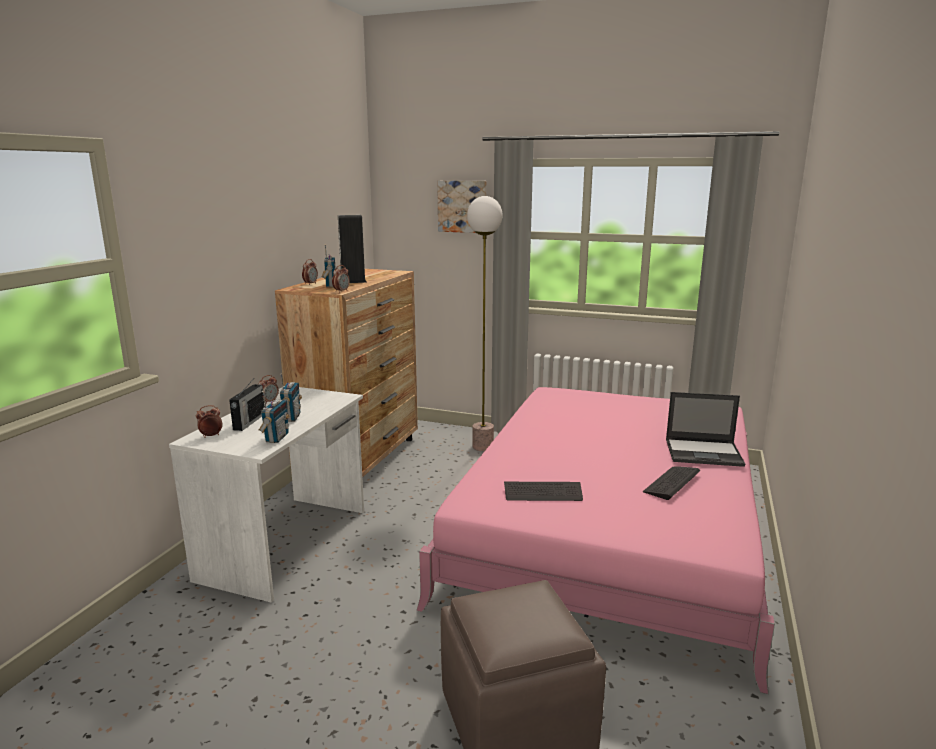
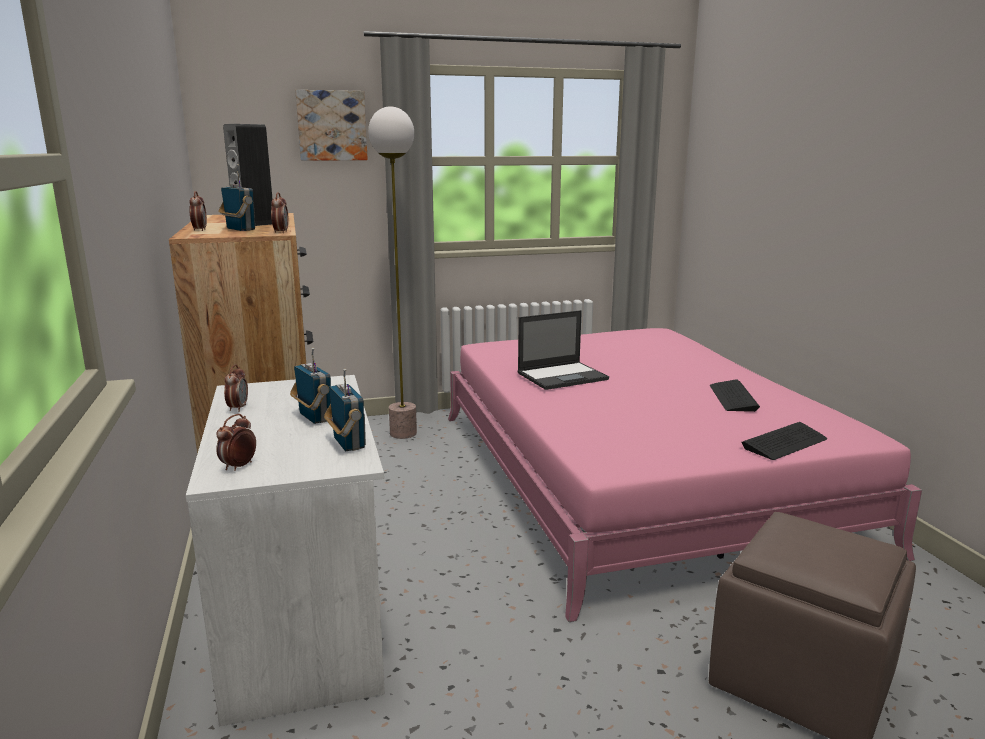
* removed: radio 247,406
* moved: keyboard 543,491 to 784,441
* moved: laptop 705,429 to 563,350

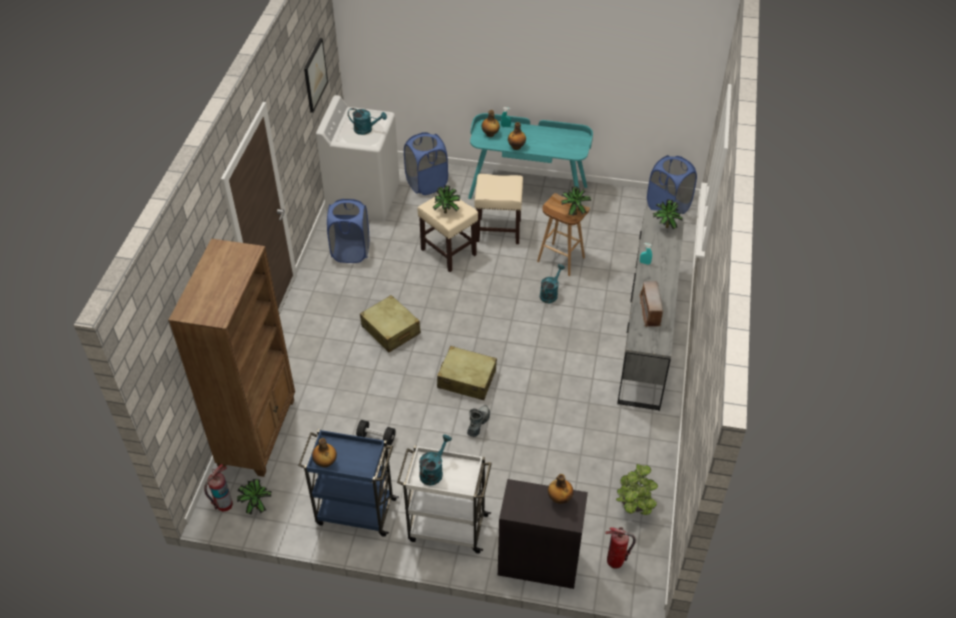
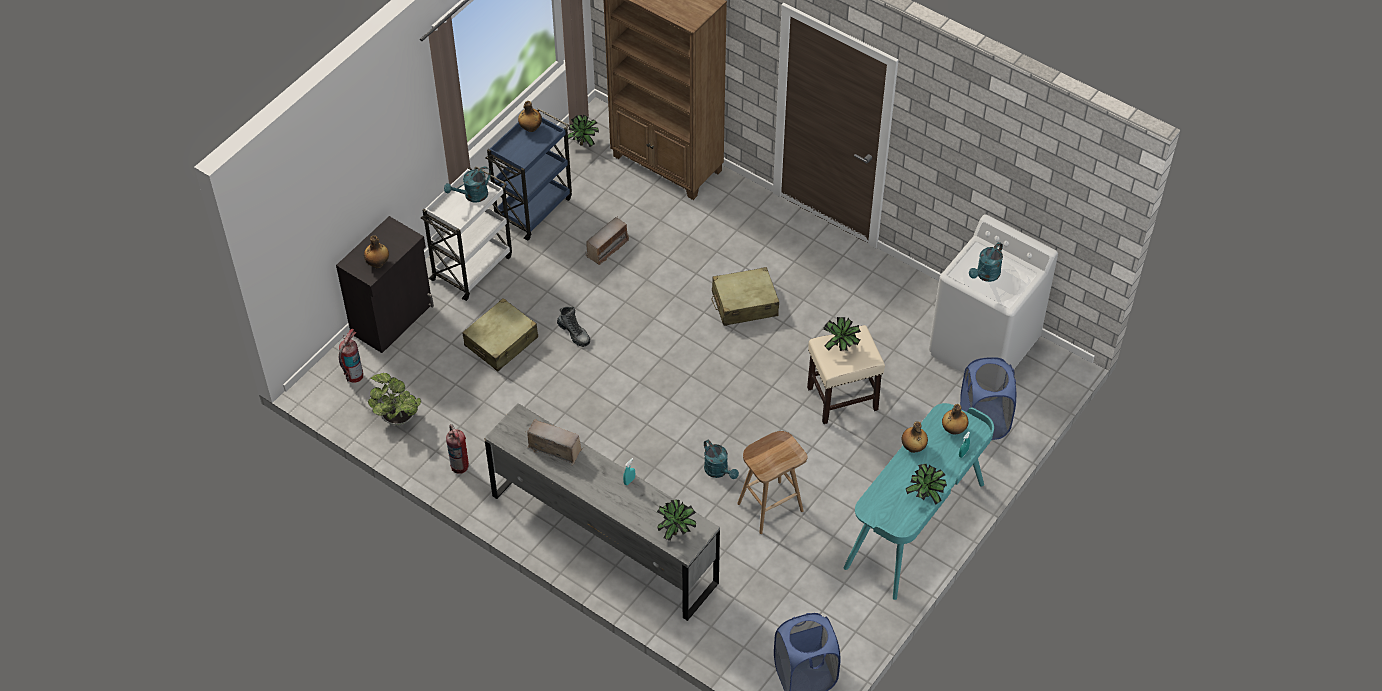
* removed: picture 316,75
* removed: blue laundry basket 348,231
* removed: beige stool 499,209
* moved: fire extinguisher 218,487 to 457,449
* moved: beige suitcase 467,373 to 500,334
* moved: potted plant 576,201 to 926,484
* replaced: black dumbbell 375,432 to radio 607,240
* turned: turquoise watering can 435,460 = 467,185 90 degrees clockwise

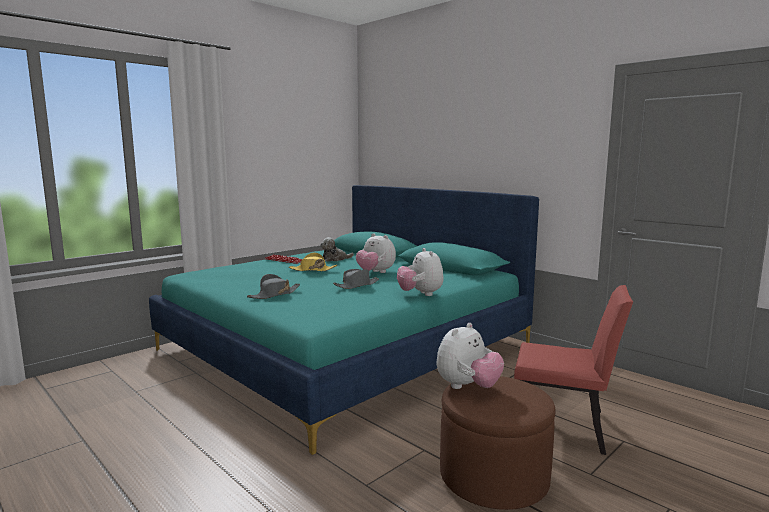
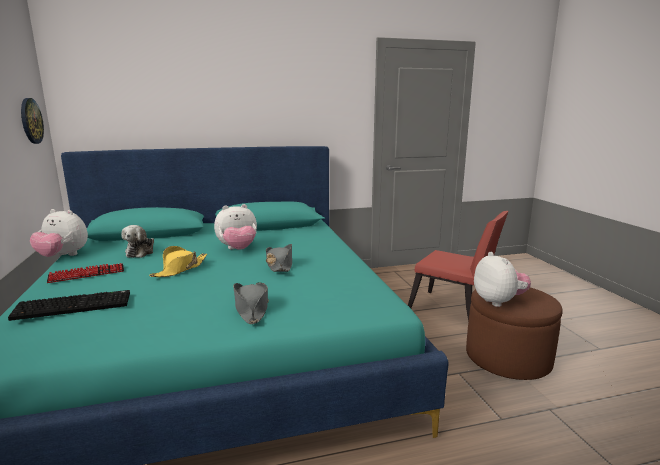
* added: keyboard 69,305
* added: wall clock 32,121
* moved: plush toy 420,272 to 59,233
* turned: red chair 573,370 = 458,266 75 degrees clockwise

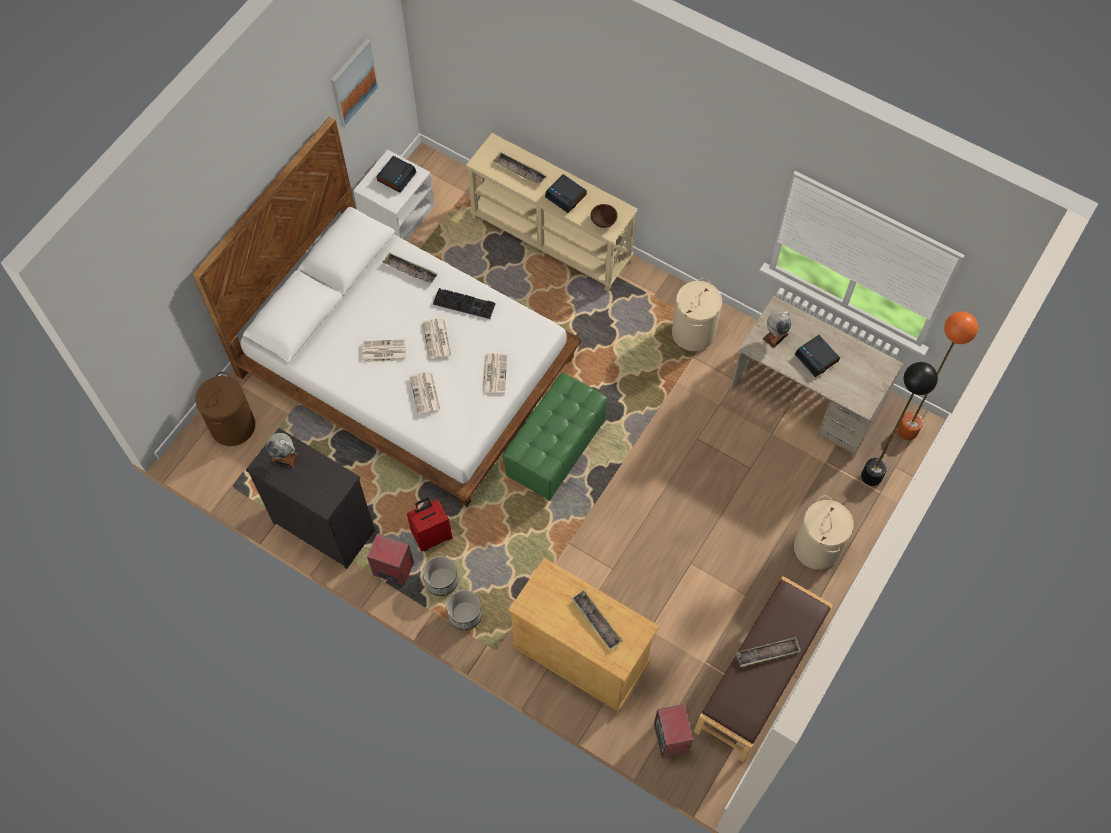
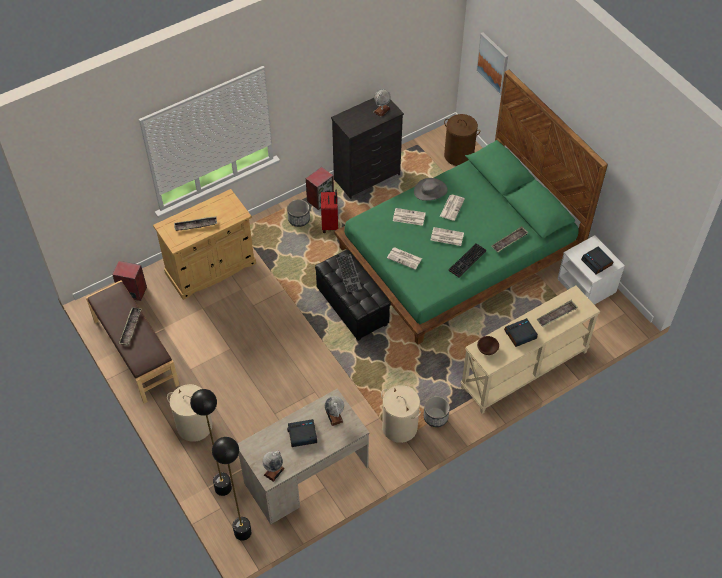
* added: globe 273,466
* added: keyboard 349,273
* added: grey hat 431,189
* moved: picture 355,83 to 492,63
* moved: planter 464,610 to 437,411
* recoloured: white bed 386,312 to green bed 471,207
* recoloured: green ottoman 555,436 to black ottoman 353,295
* recoloured: orange floor lamp 937,376 to black floor lamp 232,489

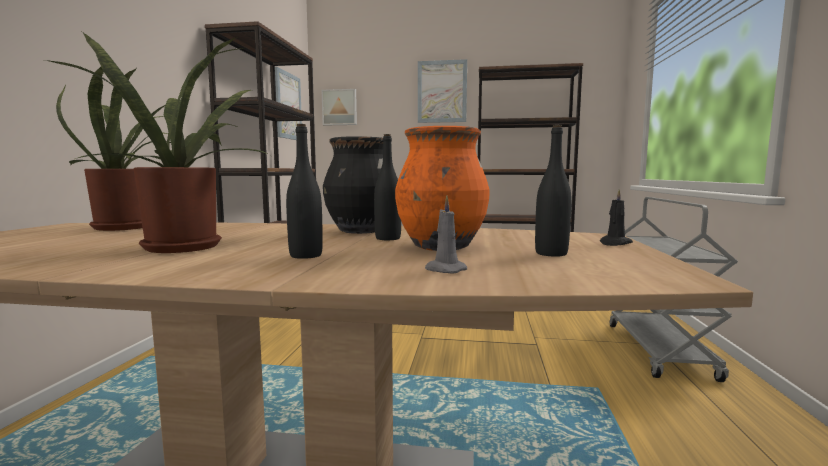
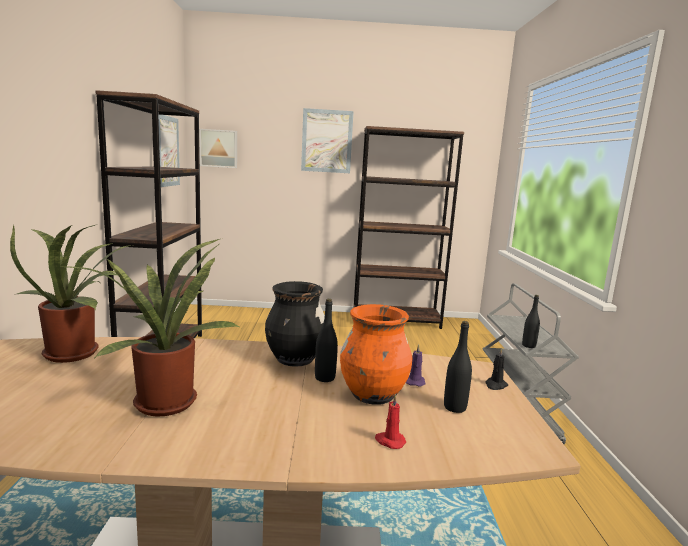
* added: purple candle 416,365
* moved: black bottle 304,191 to 531,321
* recoloured: grey candle 446,234 to red candle 390,421

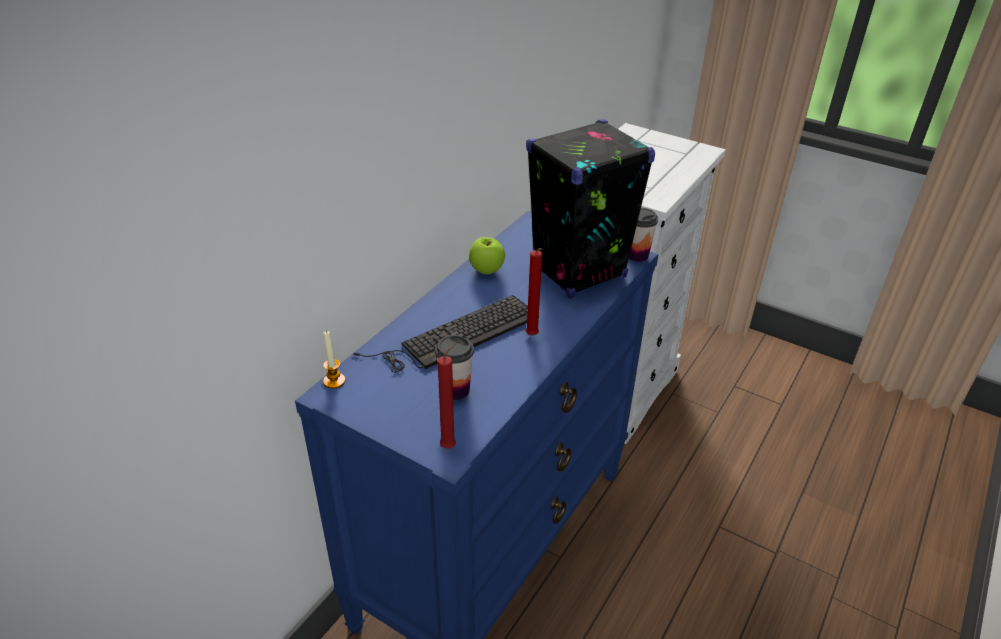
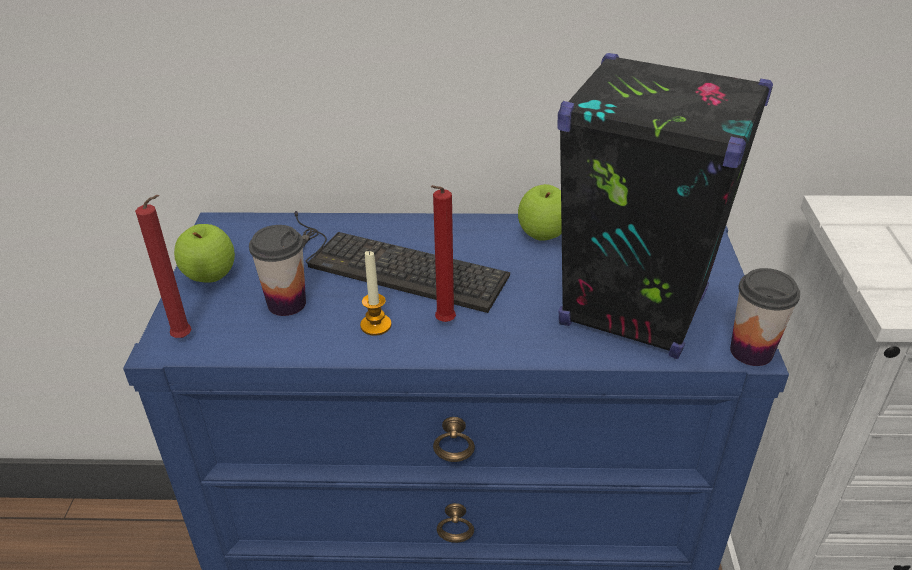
* added: apple 204,253
* moved: candle 334,359 to 376,293

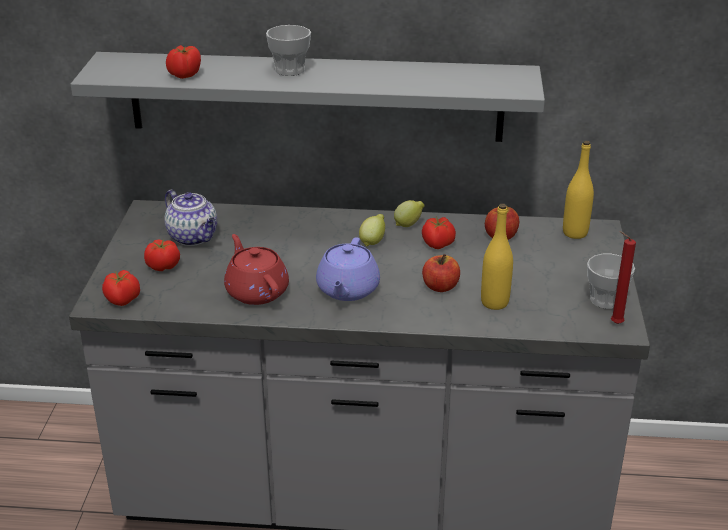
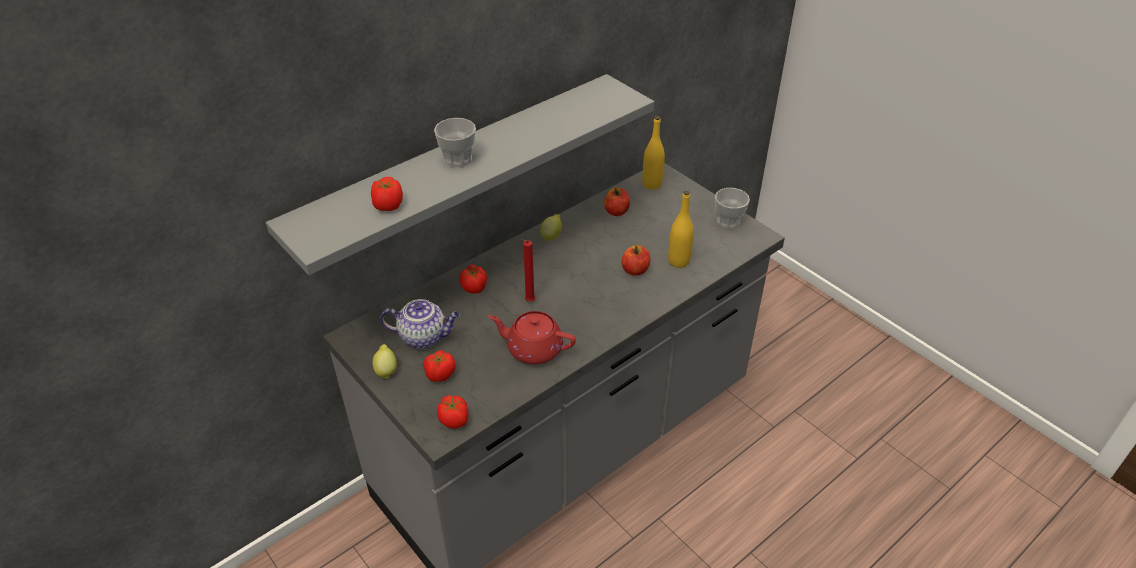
* removed: purple teapot 348,269
* moved: lemon 372,230 to 385,361
* moved: tomato 439,233 to 473,279
* moved: red candle 623,277 to 527,270

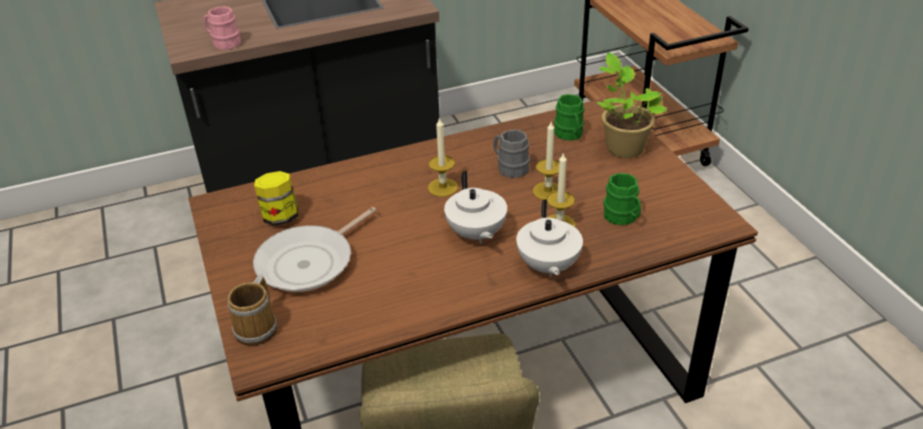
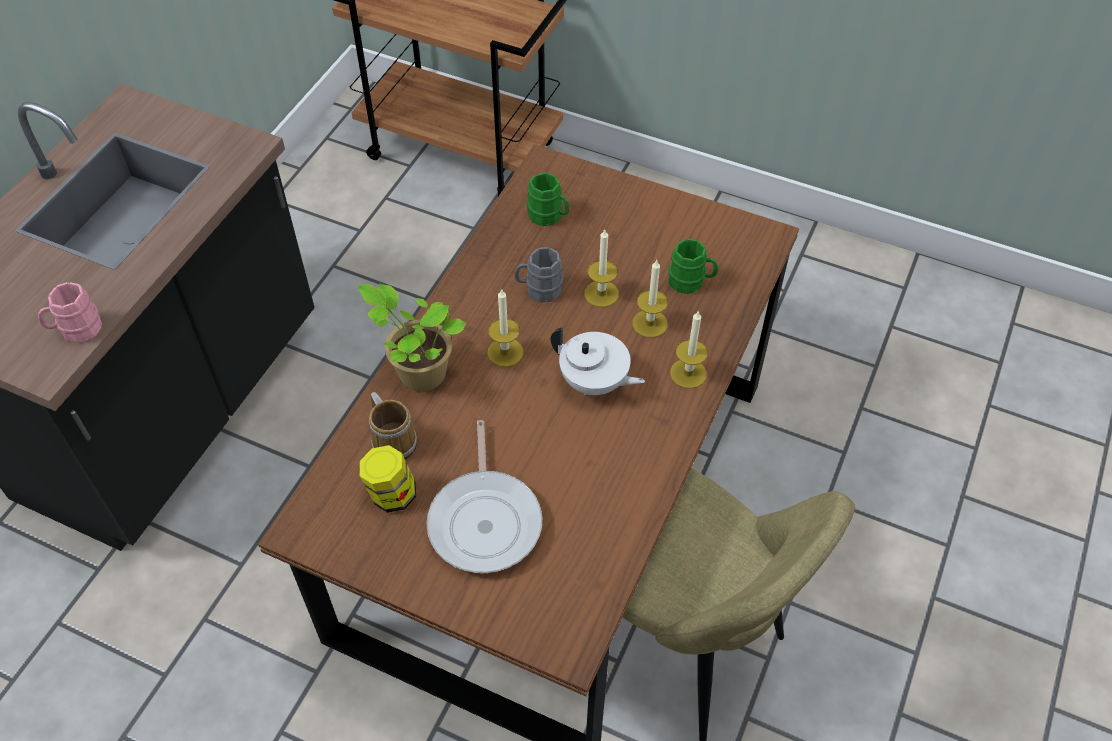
* moved: mug 252,310 to 393,426
* moved: potted plant 632,105 to 412,338
* replaced: white teapot 549,238 to candle 689,350

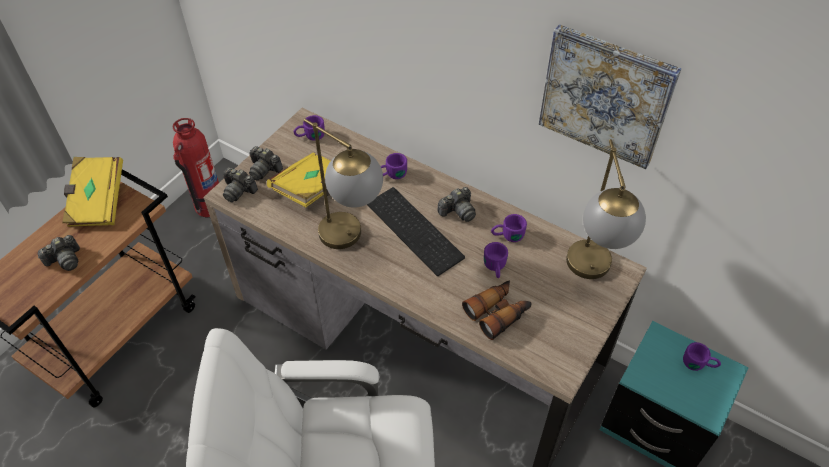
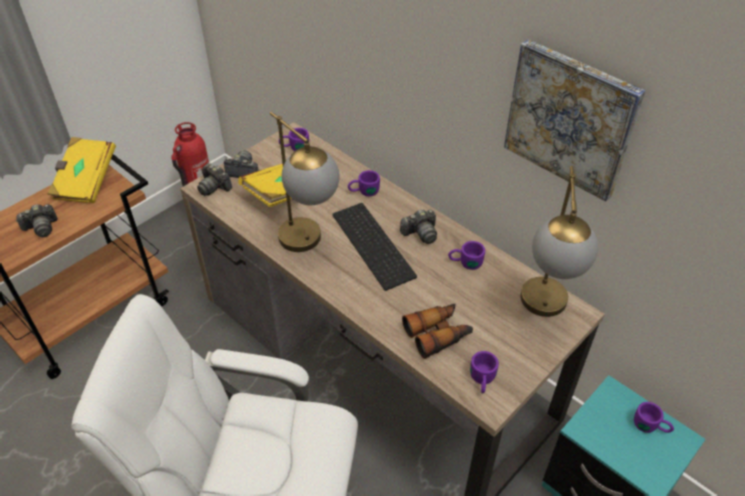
* moved: purple mug 496,260 to 484,372
* turned: photo camera 266,163 = 241,164 150 degrees clockwise

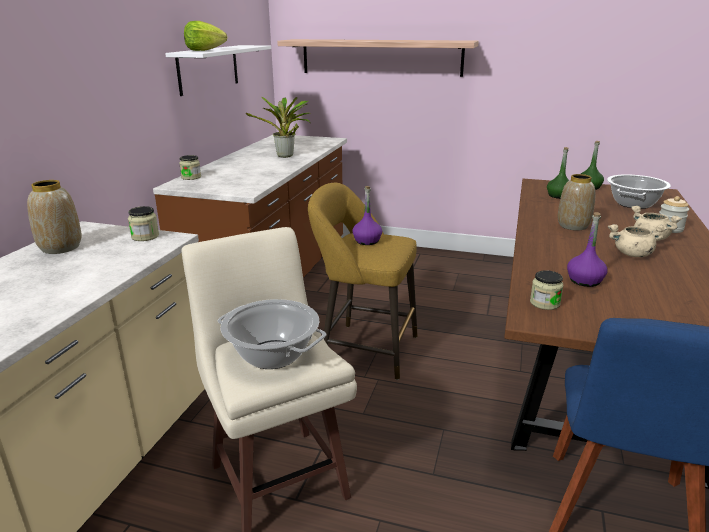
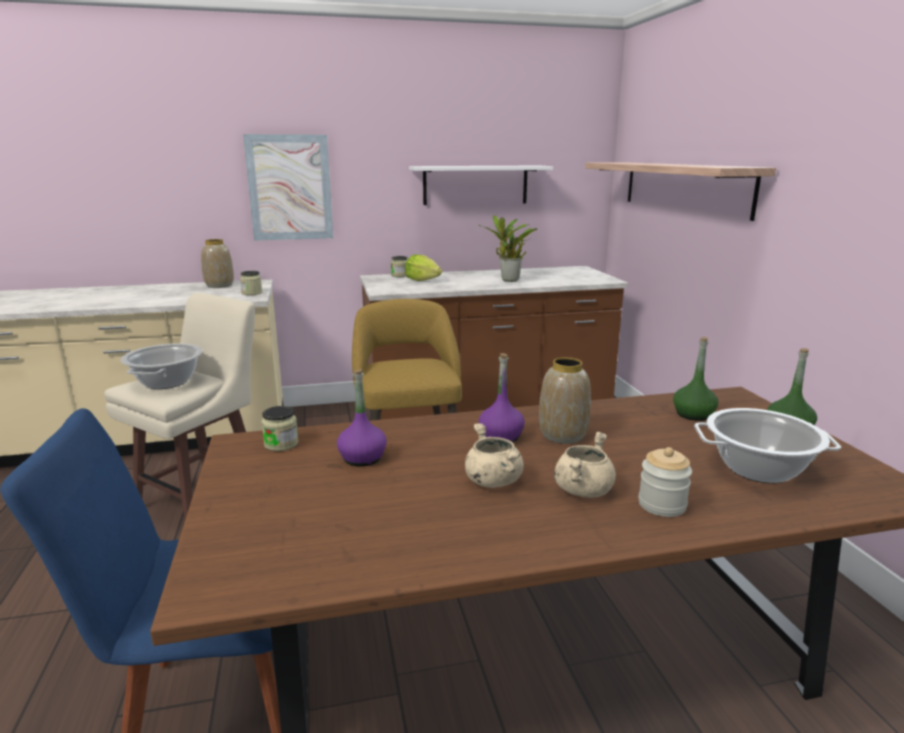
* added: picture 288,187
* moved: lettuce 205,36 to 423,267
* moved: purple bottle 367,215 to 502,397

